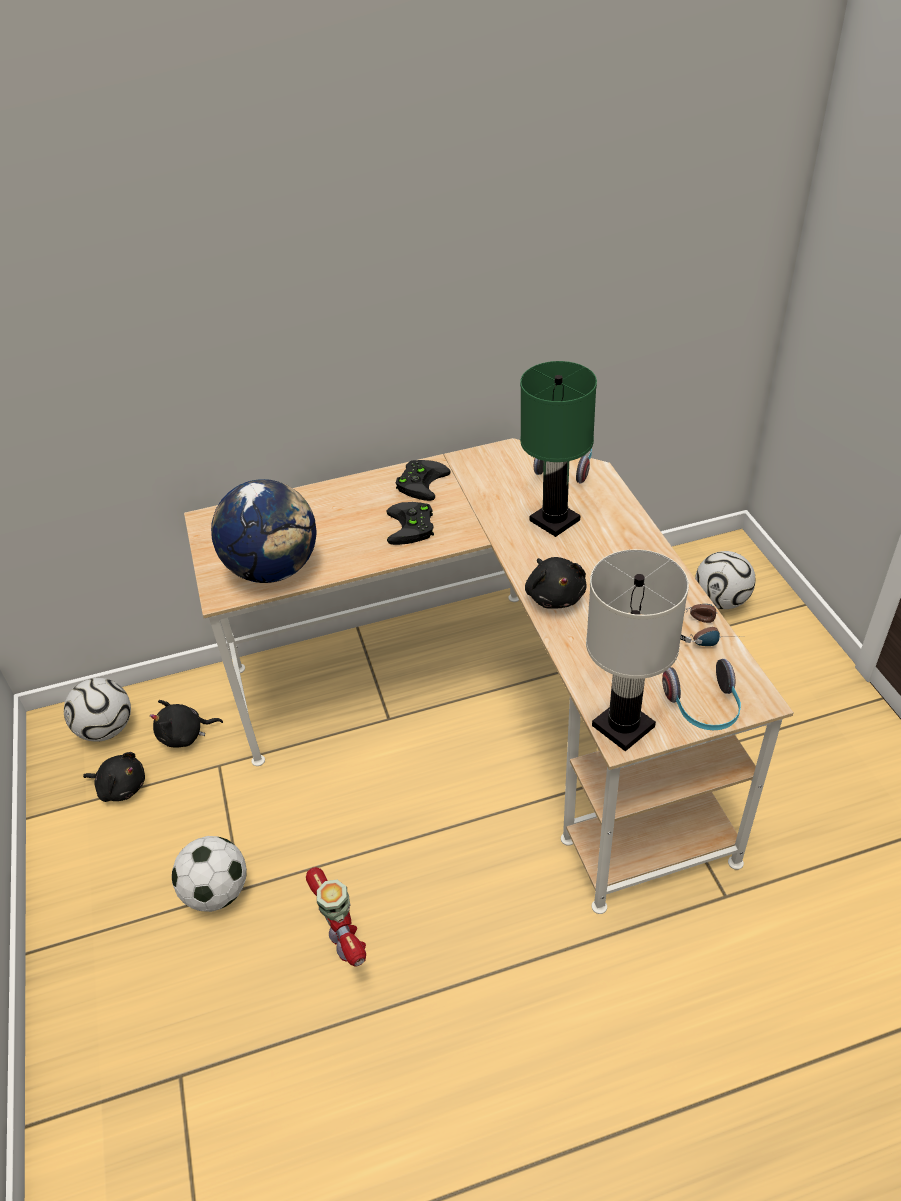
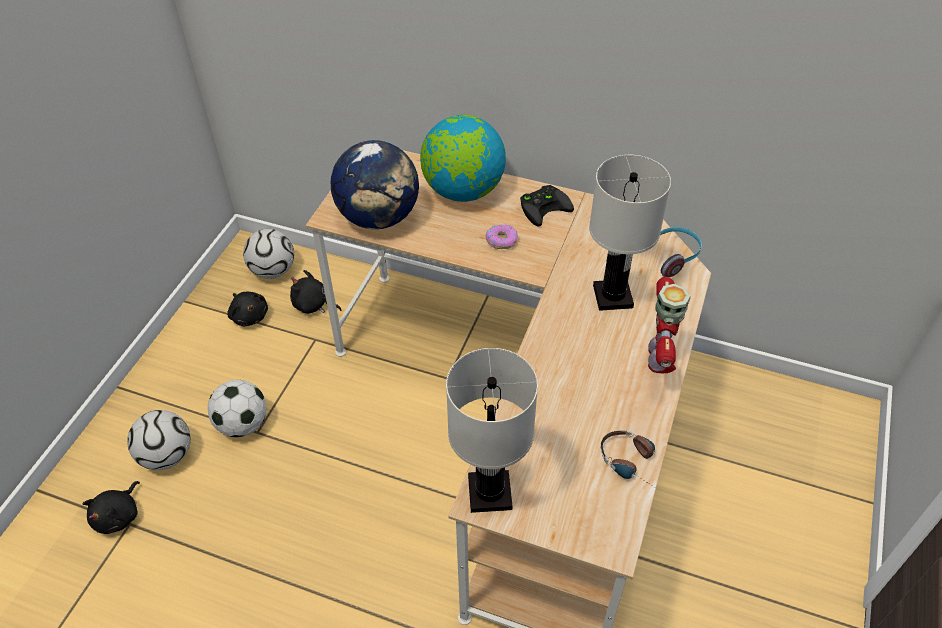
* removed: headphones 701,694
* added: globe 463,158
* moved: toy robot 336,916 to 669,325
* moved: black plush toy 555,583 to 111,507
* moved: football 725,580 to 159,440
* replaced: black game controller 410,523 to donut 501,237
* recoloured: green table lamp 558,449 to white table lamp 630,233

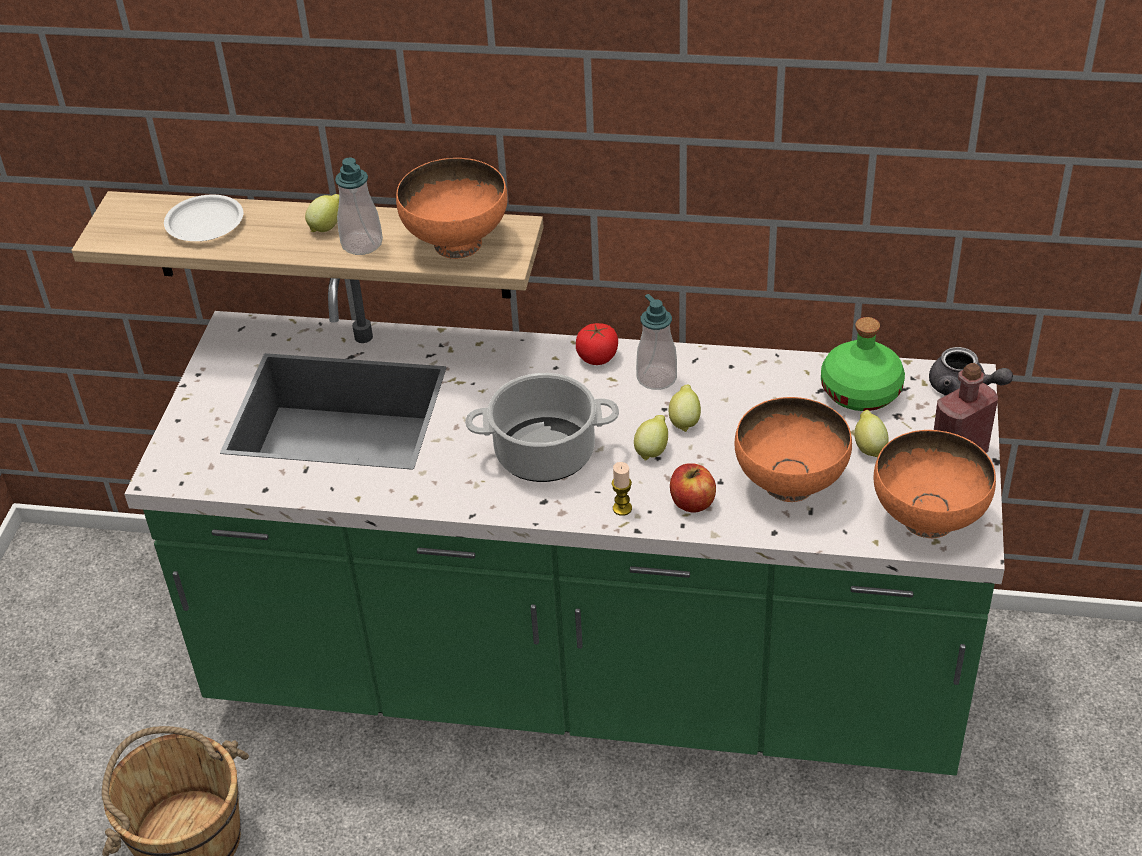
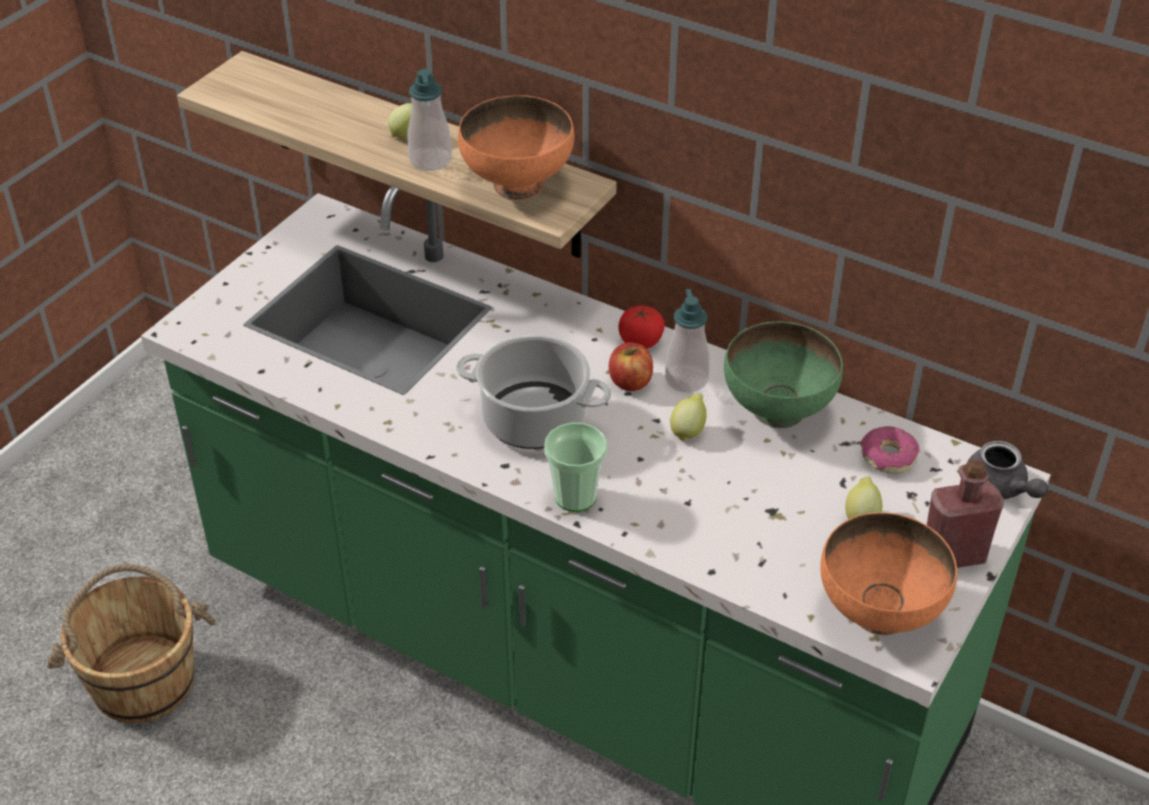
* removed: white plate 203,217
* removed: lemon 651,438
* removed: orange bowl 793,449
* added: green bowl 783,375
* moved: apple 693,488 to 631,366
* replaced: candle 622,489 to cup 575,467
* replaced: green bottle 863,364 to donut 890,449

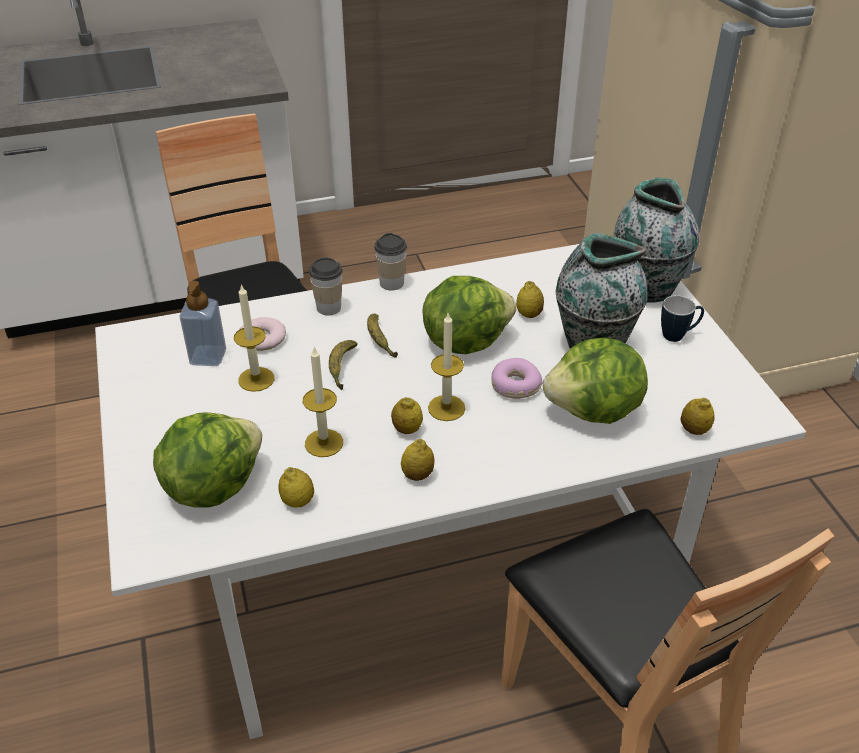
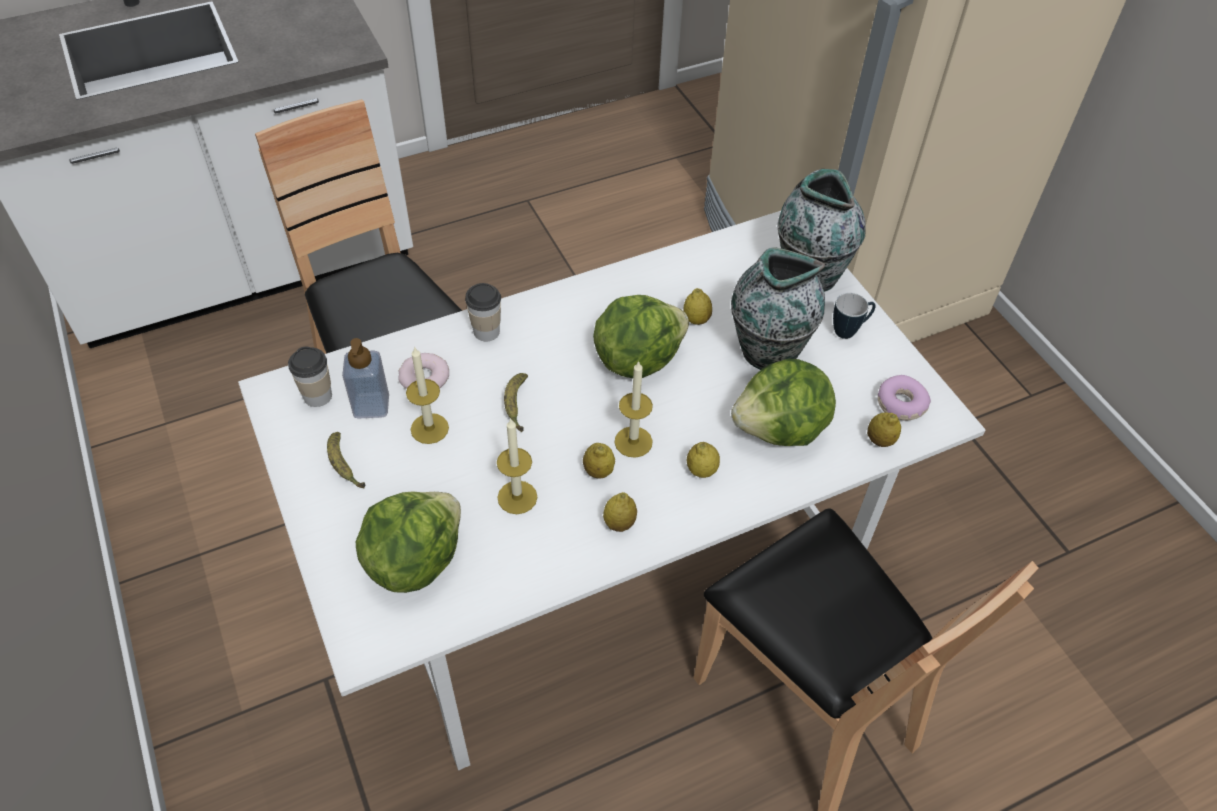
* moved: lemon 296,487 to 703,460
* moved: banana 382,336 to 346,460
* moved: cup 390,261 to 310,376
* moved: donut 517,378 to 904,398

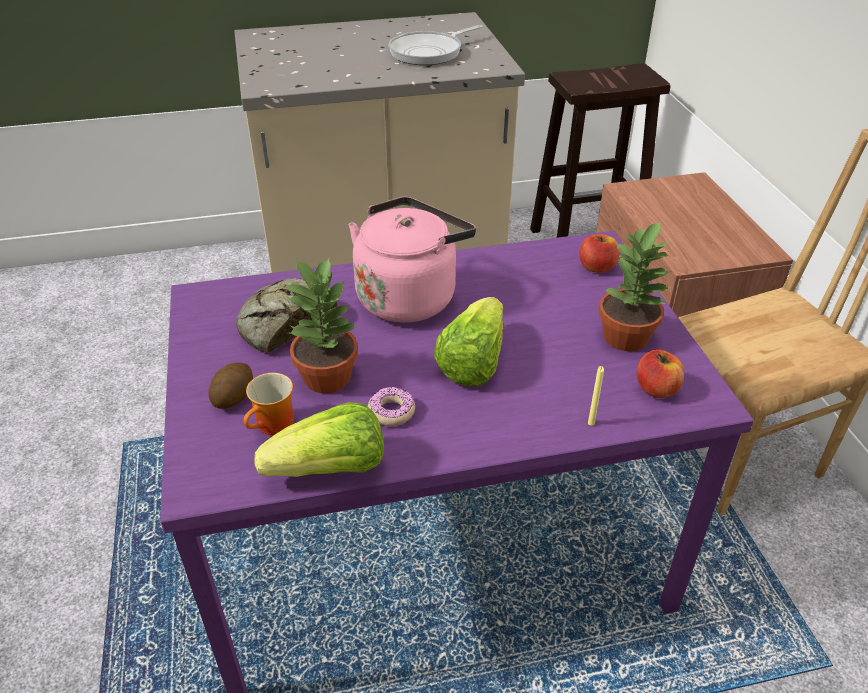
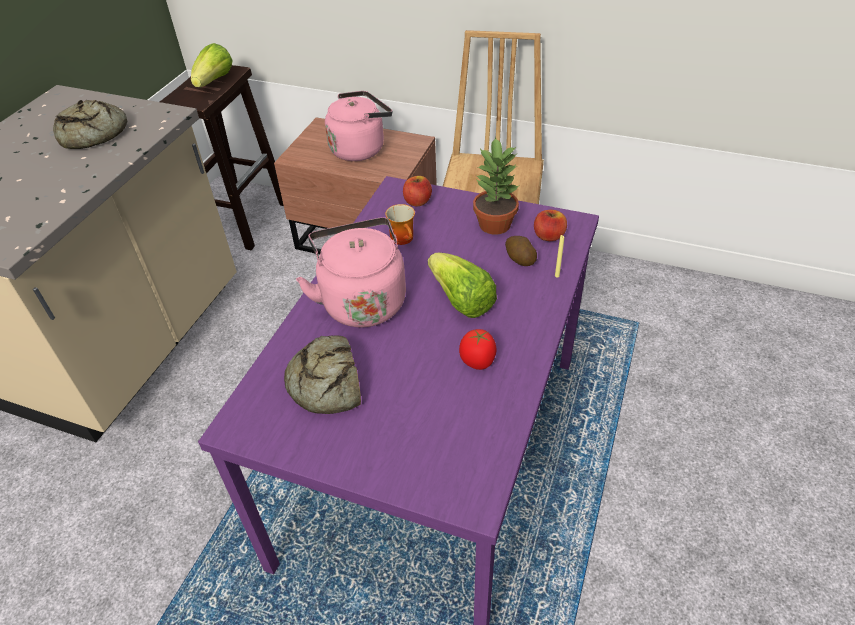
* removed: potted plant 321,325
* added: pink kettle 358,126
* moved: potato 231,386 to 521,251
* moved: mug 268,404 to 400,224
* moved: lettuce 319,439 to 212,65
* replaced: donut 391,406 to tomato 478,349
* replaced: frying pan 435,45 to bread 90,124

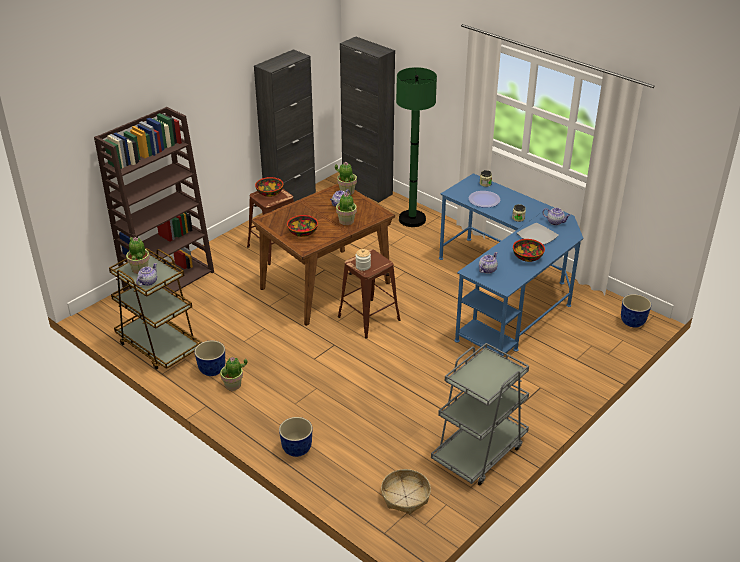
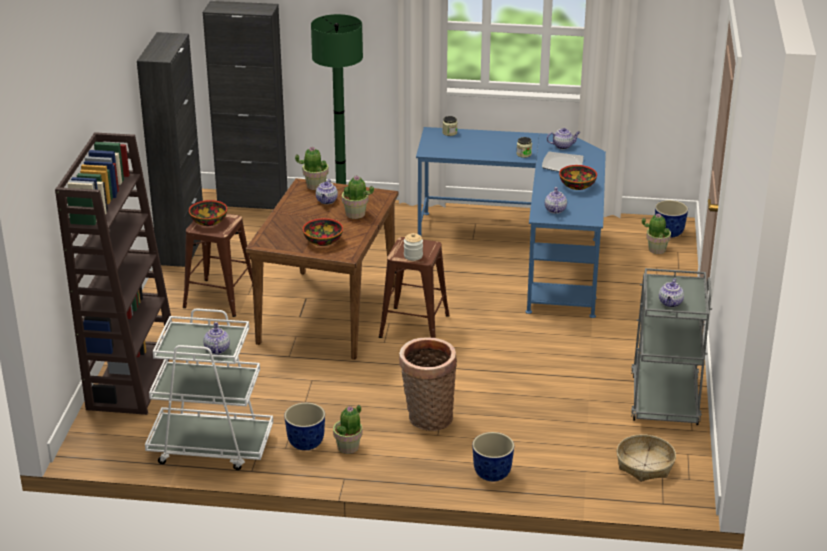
* removed: plate 484,199
* added: basket 428,384
* added: teapot 671,292
* moved: potted plant 138,255 to 656,233
* recoloured: brown cart 155,309 to white cart 209,389

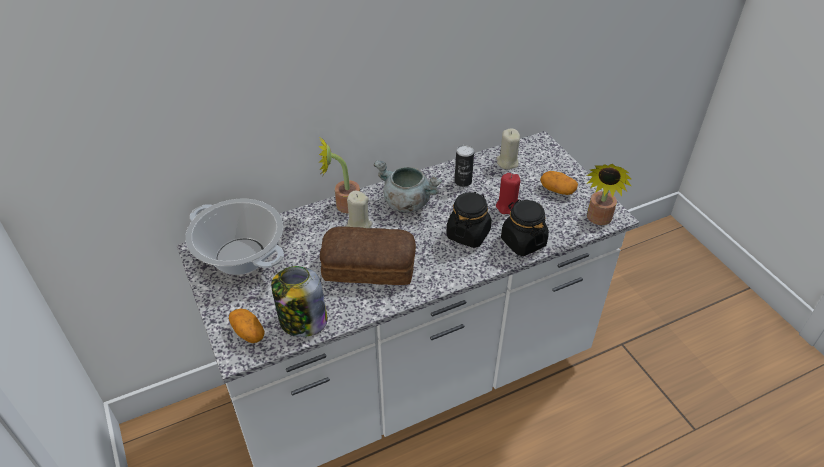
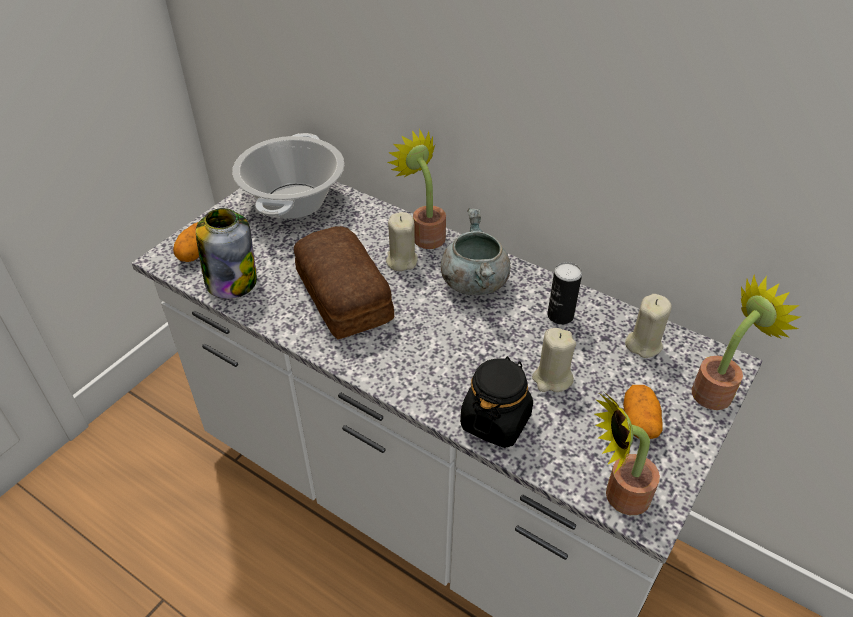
* removed: black jar 469,220
* added: potted plant 746,342
* recoloured: red candle 508,194 to beige candle 554,360

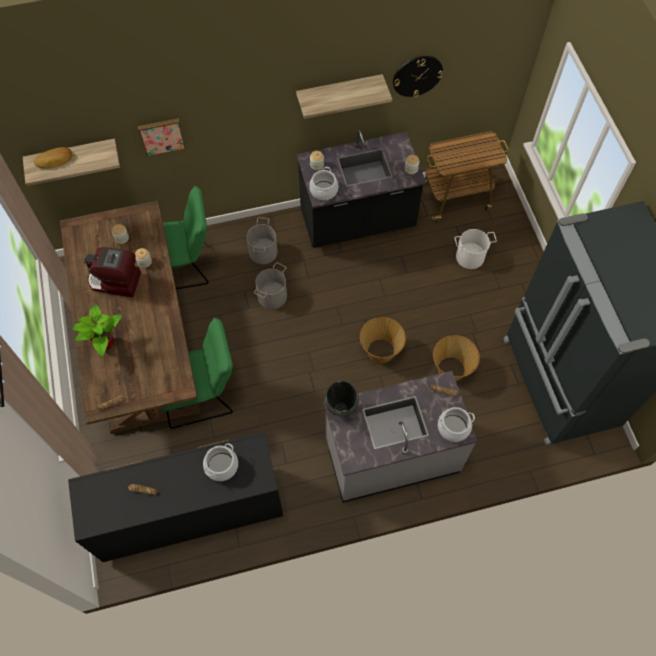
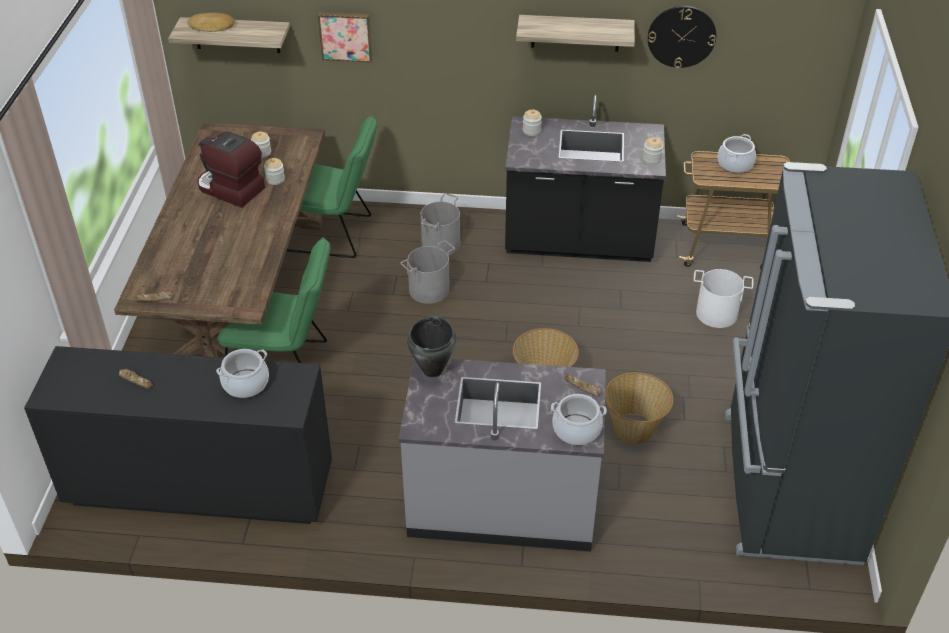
* removed: potted plant 97,330
* moved: cooking pot 323,183 to 736,153

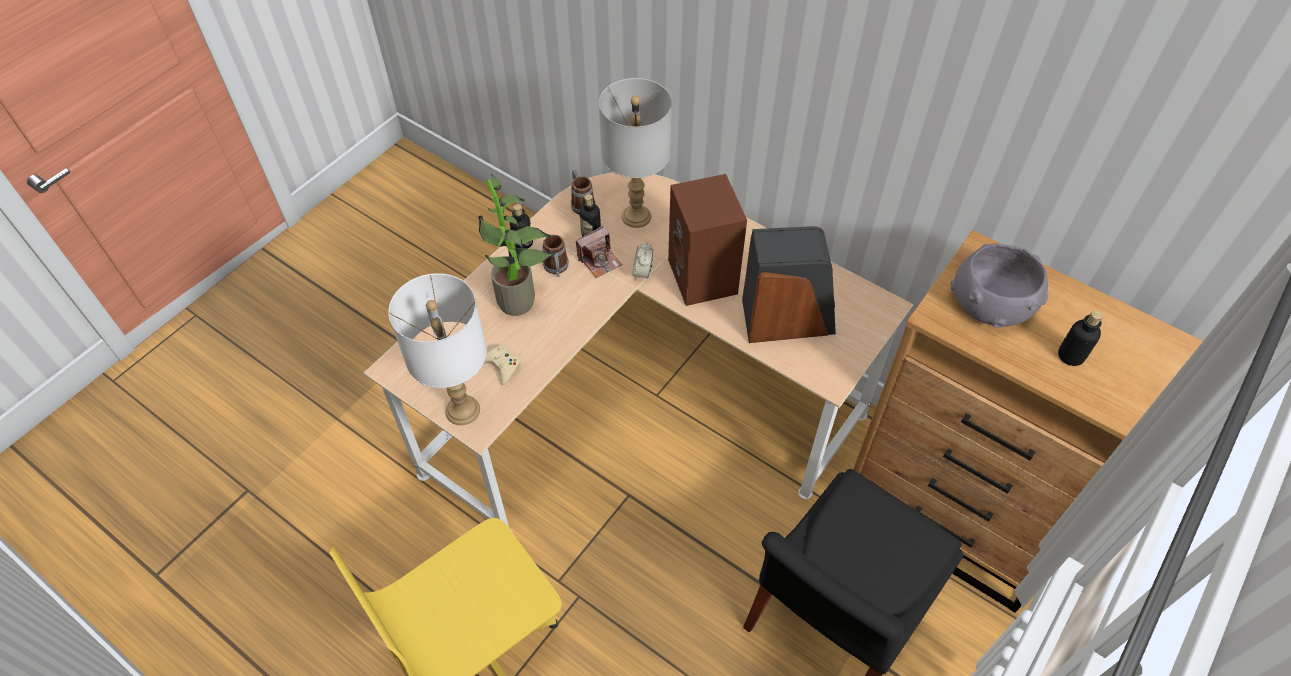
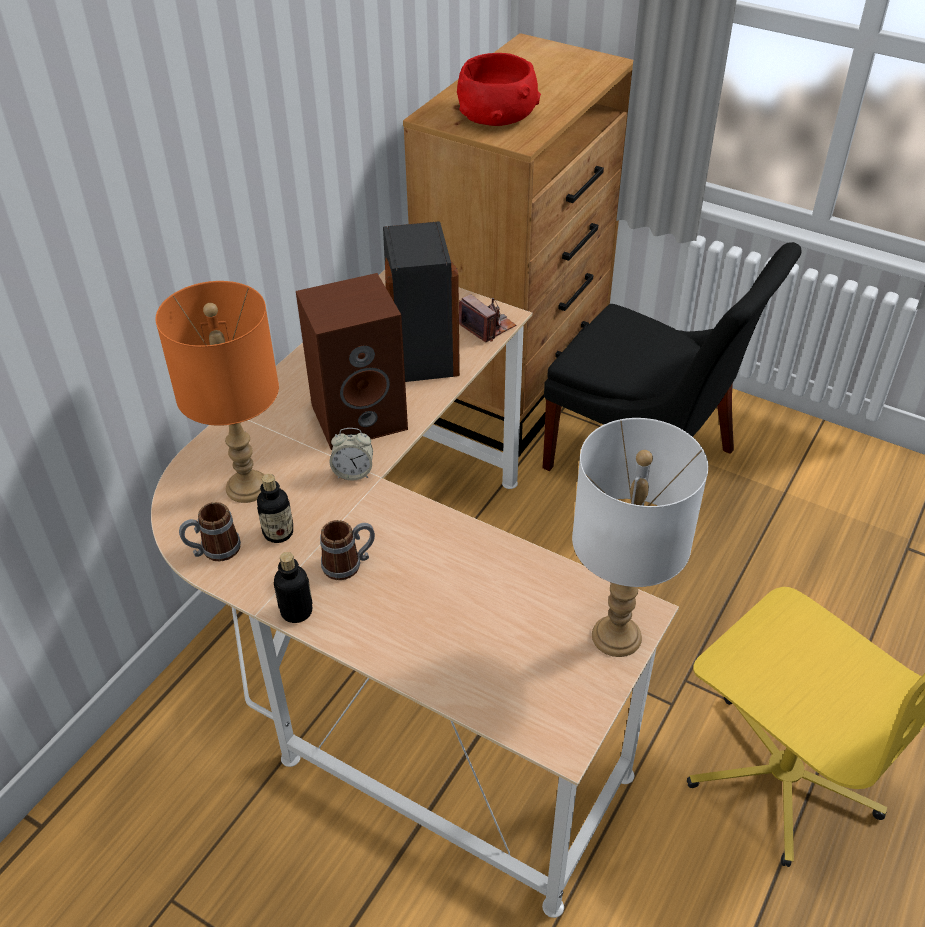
* removed: potted plant 517,245
* removed: beige game controller 502,365
* removed: bottle 1080,338
* moved: photo camera 599,252 to 487,318
* recoloured: grey table lamp 635,153 to orange table lamp 217,392
* recoloured: grey bowl 999,286 to red bowl 499,89

